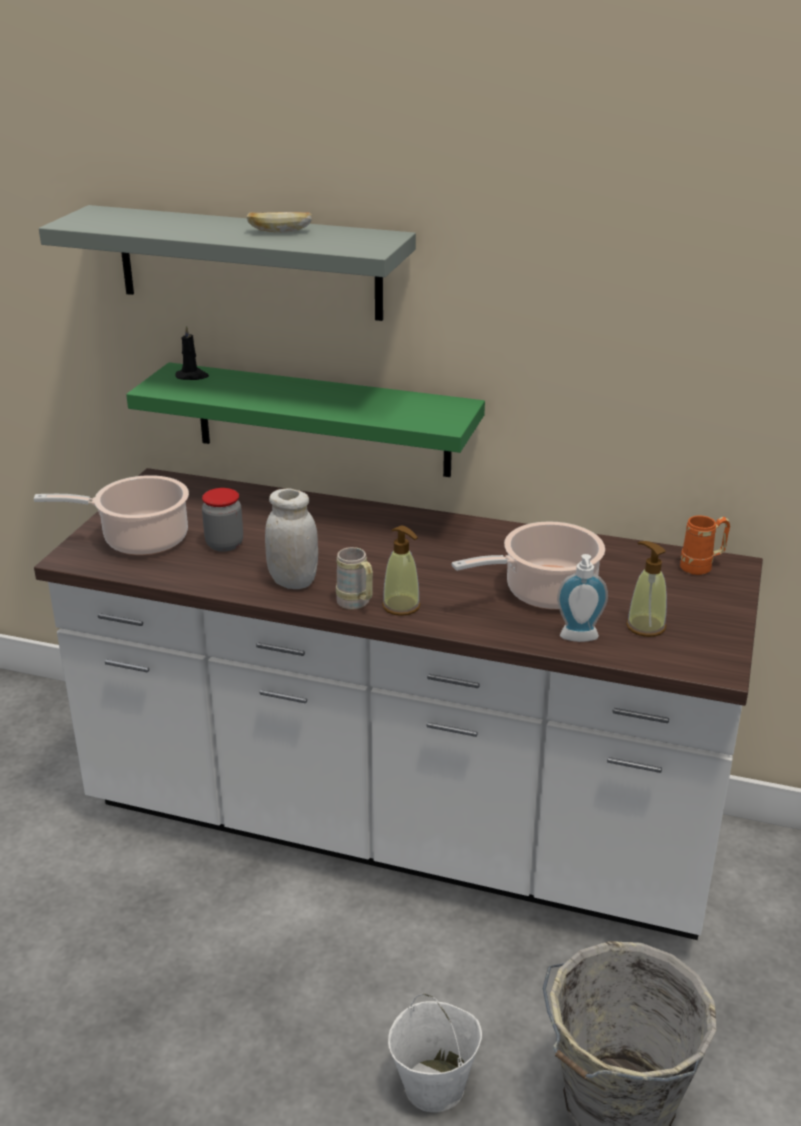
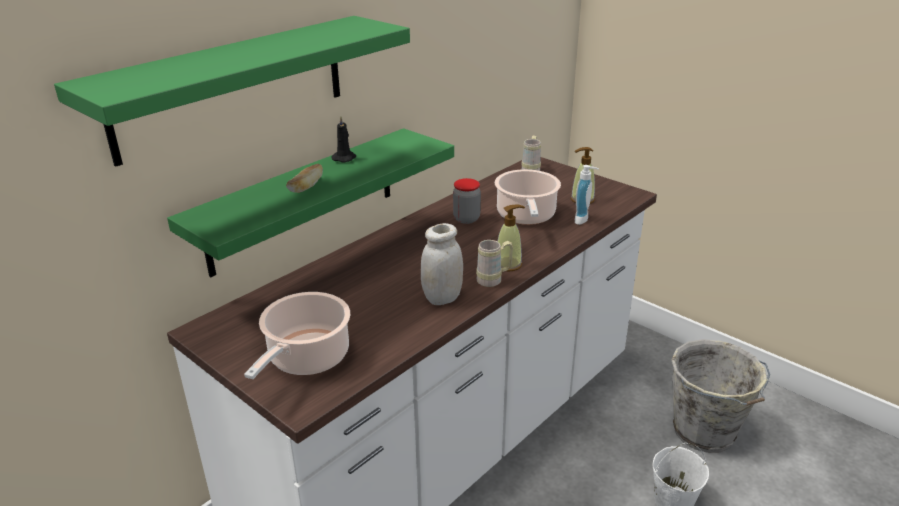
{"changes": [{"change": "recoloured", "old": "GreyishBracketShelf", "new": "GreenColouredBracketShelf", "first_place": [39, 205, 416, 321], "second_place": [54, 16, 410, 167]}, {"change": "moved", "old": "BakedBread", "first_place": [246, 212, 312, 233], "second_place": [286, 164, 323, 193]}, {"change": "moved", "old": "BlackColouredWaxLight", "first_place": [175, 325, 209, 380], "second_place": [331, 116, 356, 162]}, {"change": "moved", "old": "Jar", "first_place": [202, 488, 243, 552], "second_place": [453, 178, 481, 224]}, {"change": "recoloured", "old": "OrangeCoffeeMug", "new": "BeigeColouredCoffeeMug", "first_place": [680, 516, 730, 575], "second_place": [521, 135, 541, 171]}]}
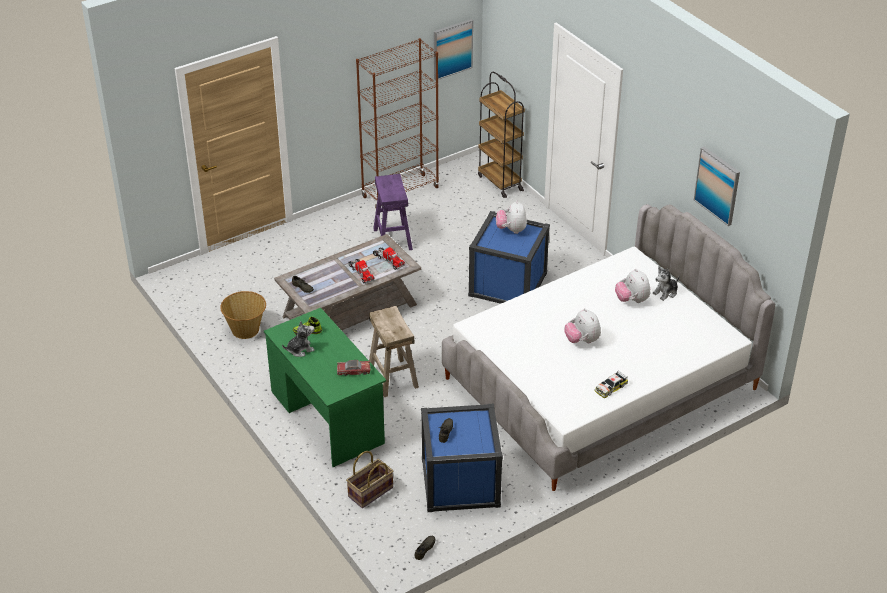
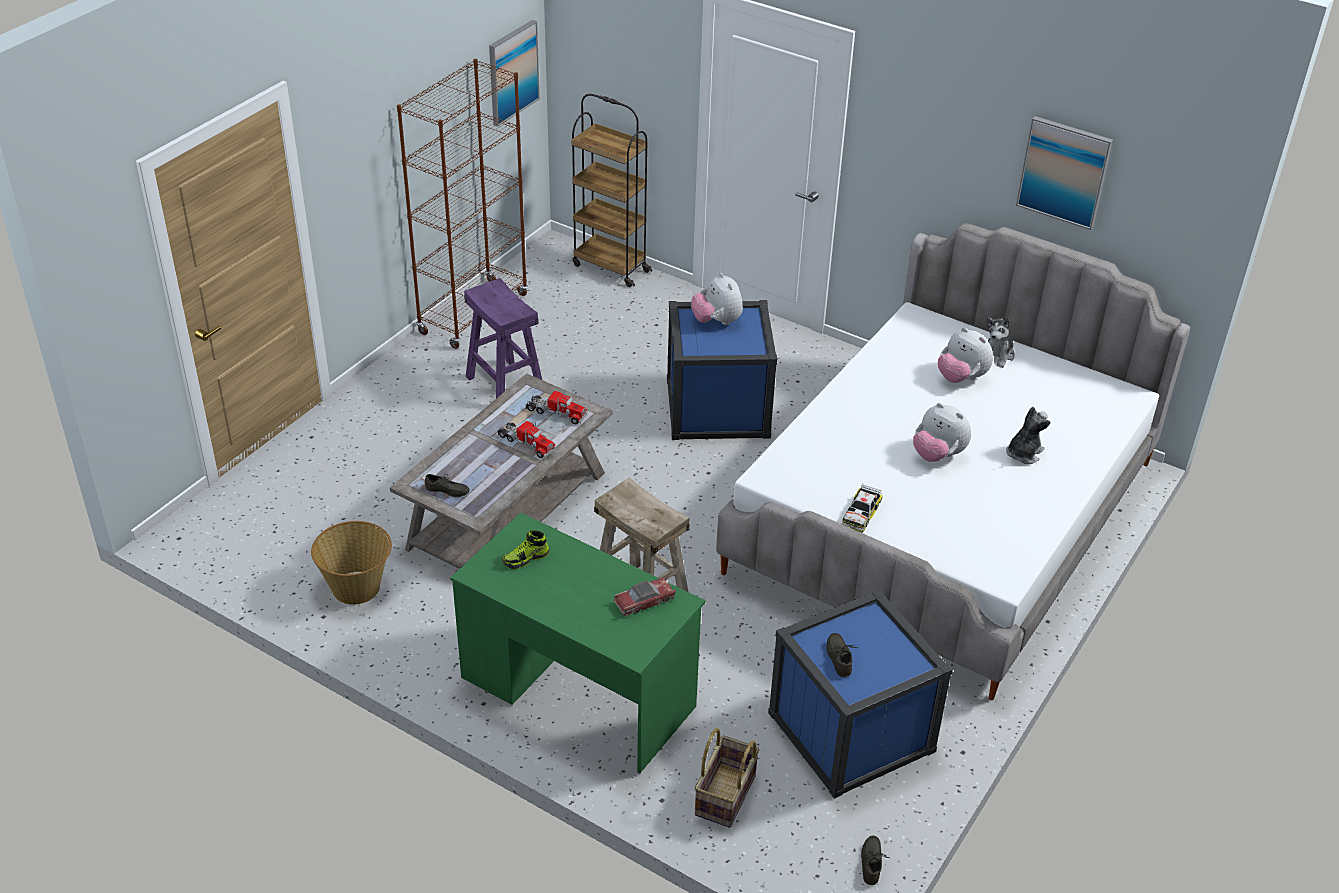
{"changes": [{"change": "moved", "old": "PlushToy", "first_place": [282, 321, 315, 357], "second_place": [1006, 407, 1050, 464]}, {"change": "moved", "old": "MiniatureCar", "first_place": [595, 370, 628, 398], "second_place": [842, 484, 883, 533]}]}
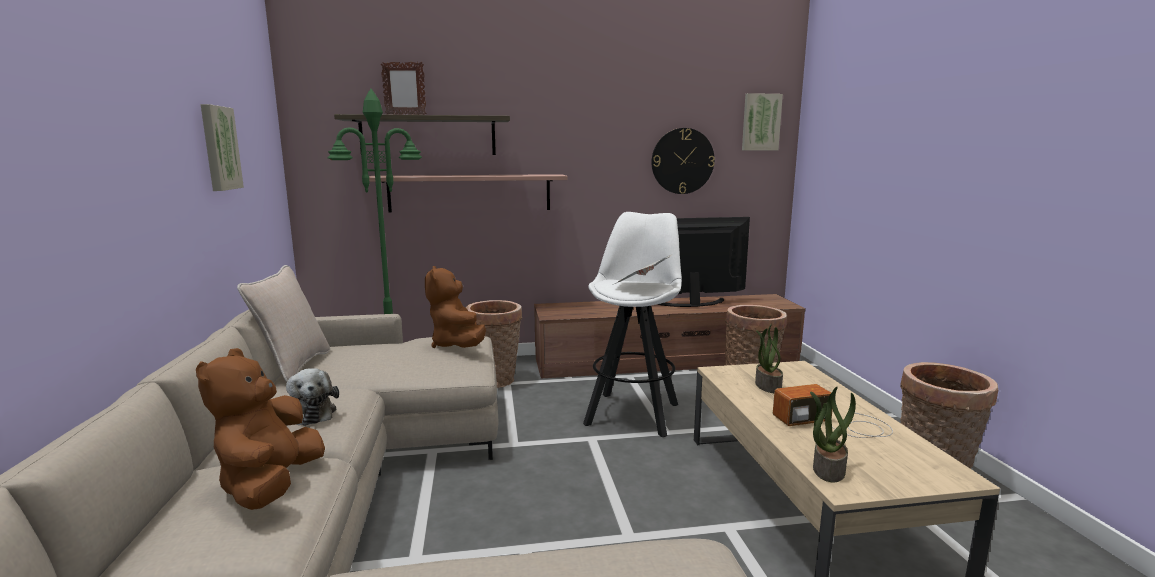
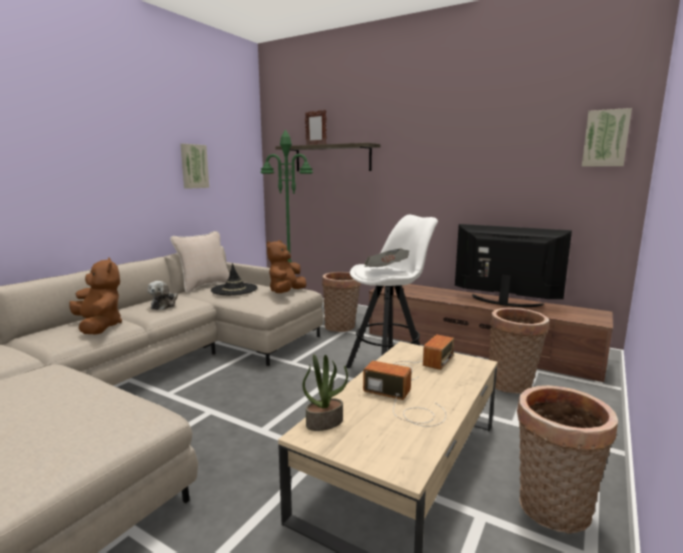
{"changes": [{"change": "removed", "old": "ClockOnTheWall", "first_place": [652, 128, 715, 194]}, {"change": "removed", "old": "BracketShelf", "first_place": [369, 174, 568, 212]}, {"change": "replaced", "old": "PlantInAPot", "new": "RadioReceiver", "first_place": [755, 323, 783, 393], "second_place": [393, 334, 454, 380]}, {"change": "turned", "old": "BrownishPlushToy", "first_place": [196, 348, 325, 510], "second_place": [69, 257, 122, 334], "degrees": 105}, {"change": "added", "new": "BlackColouredHat", "second_place": [211, 263, 257, 295]}]}
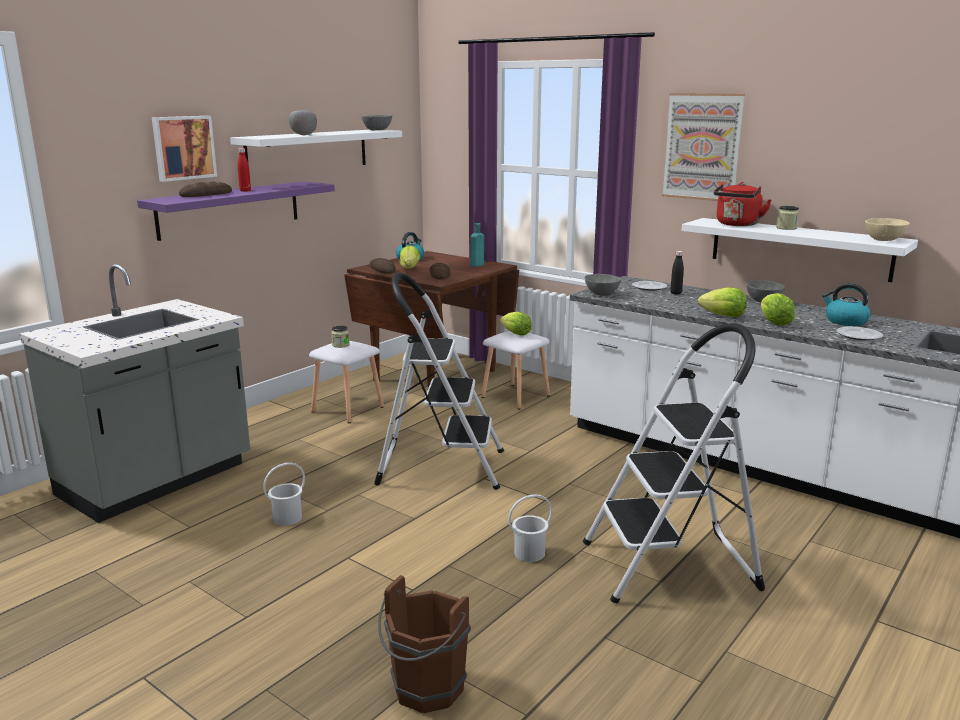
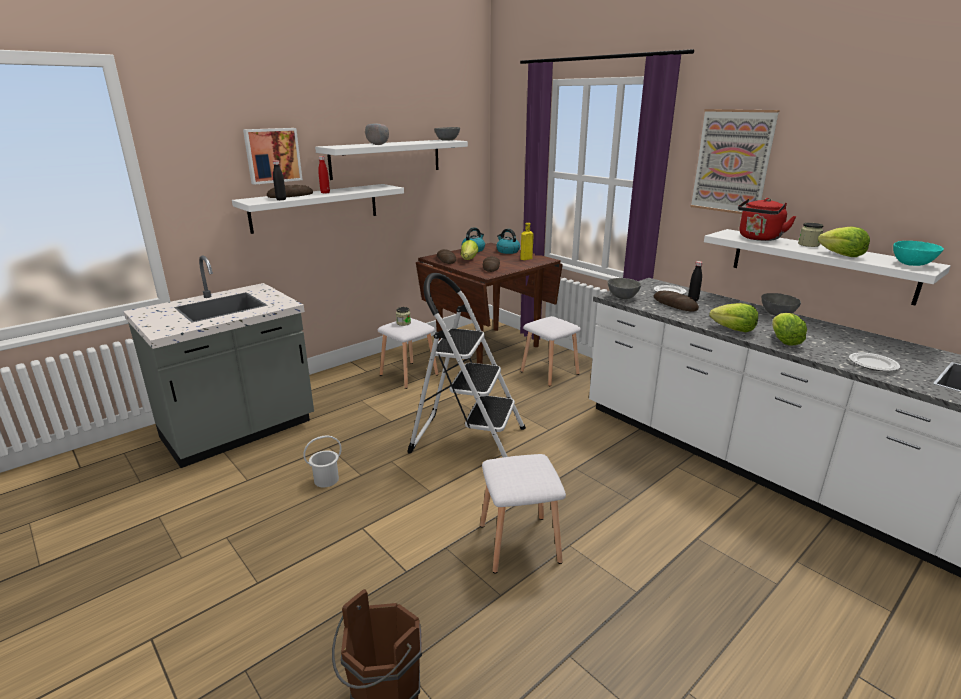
{"changes": [{"change": "recoloured", "old": "PurpleBracketShelf", "new": "WhiteBracketShelf", "first_place": [137, 181, 335, 241], "second_place": [232, 184, 404, 234]}, {"change": "recoloured", "old": "BeigeColouredBowl", "new": "TurquoiseColouredBowl", "first_place": [865, 218, 909, 241], "second_place": [893, 241, 944, 266]}, {"change": "recoloured", "old": "TurquoiseColouredBottle", "new": "YellowishBottle", "first_place": [470, 223, 484, 267], "second_place": [520, 223, 533, 260]}, {"change": "moved", "old": "TeaKettle", "first_place": [822, 283, 871, 326], "second_place": [496, 229, 520, 254]}, {"change": "moved", "old": "Lettuce", "first_place": [500, 312, 532, 335], "second_place": [818, 226, 870, 257]}, {"change": "removed", "old": "Stepladder", "first_place": [583, 323, 765, 603]}, {"change": "replaced", "old": "WhiteWaterBucket", "new": "WhiteStool", "first_place": [508, 494, 552, 562], "second_place": [480, 454, 566, 574]}, {"change": "added", "new": "BlackColouredBottle", "second_place": [273, 160, 286, 200]}, {"change": "added", "new": "BakedBread", "second_place": [653, 291, 699, 312]}]}
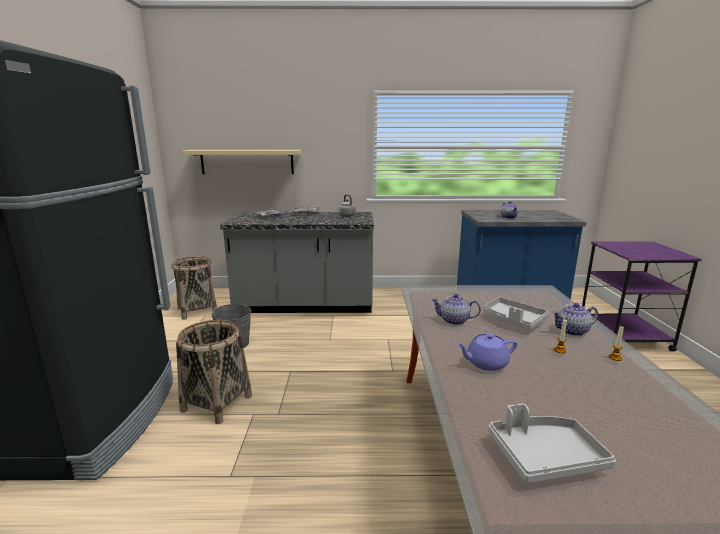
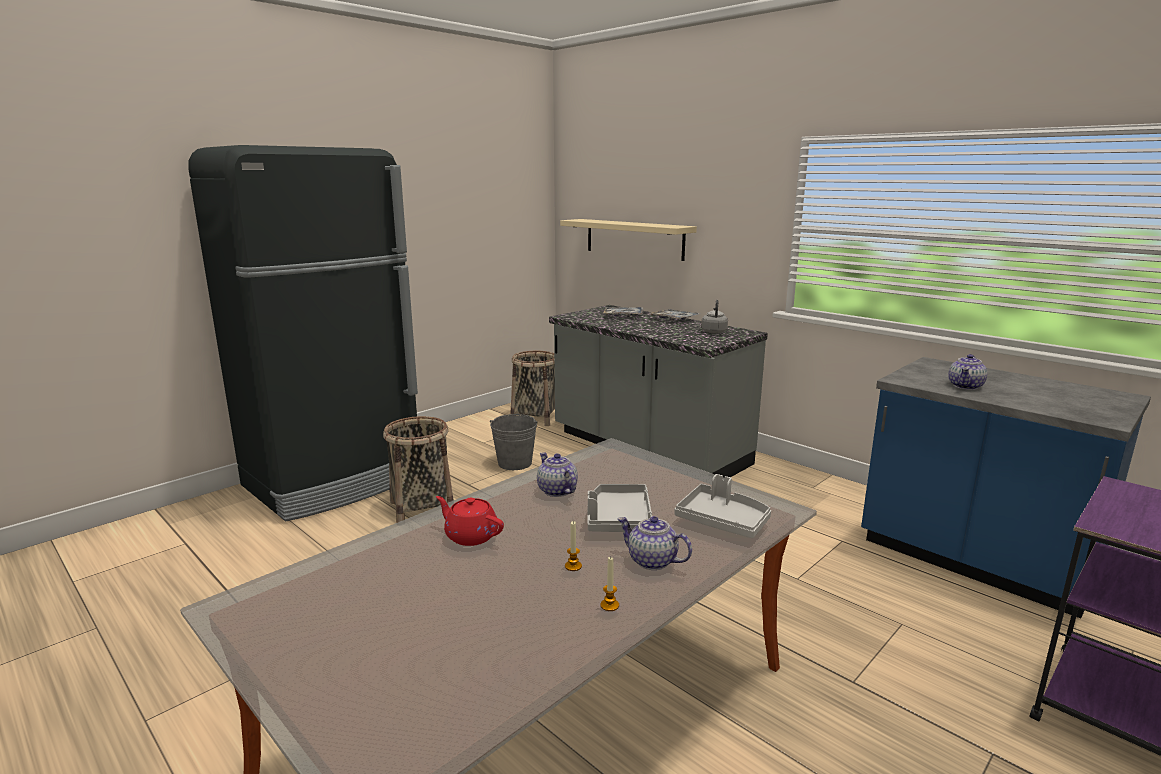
{"changes": [{"change": "recoloured", "old": "PurplePotForTea", "new": "RedColouredPotForTea", "first_place": [457, 333, 517, 371], "second_place": [436, 496, 504, 546]}, {"change": "moved", "old": "GreyishCarryingTray", "first_place": [488, 403, 616, 483], "second_place": [675, 474, 771, 538]}]}
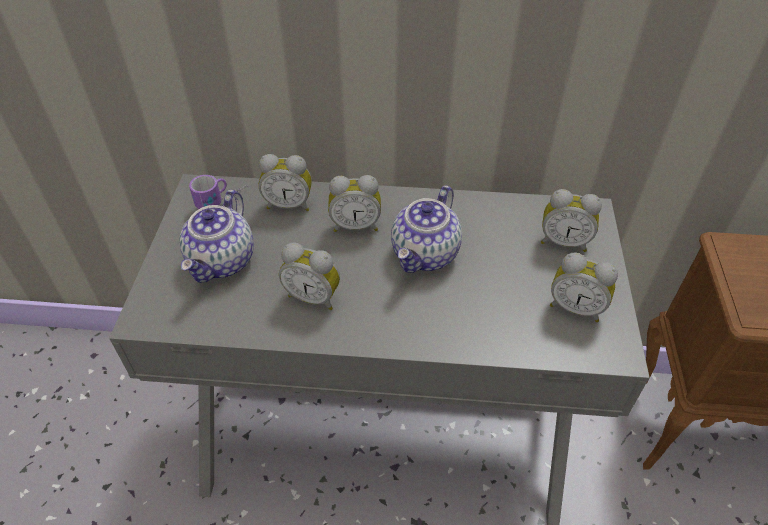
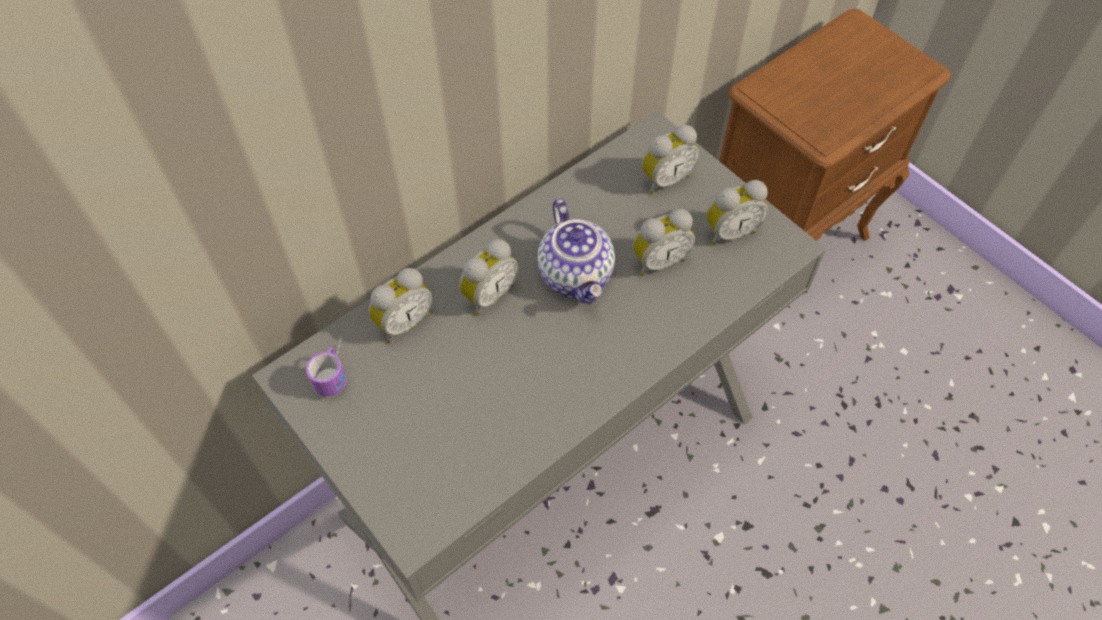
{"changes": [{"change": "removed", "old": "PotForTea", "first_place": [179, 190, 254, 283]}, {"change": "moved", "old": "AlarmClock", "first_place": [279, 242, 340, 310], "second_place": [633, 209, 695, 276]}]}
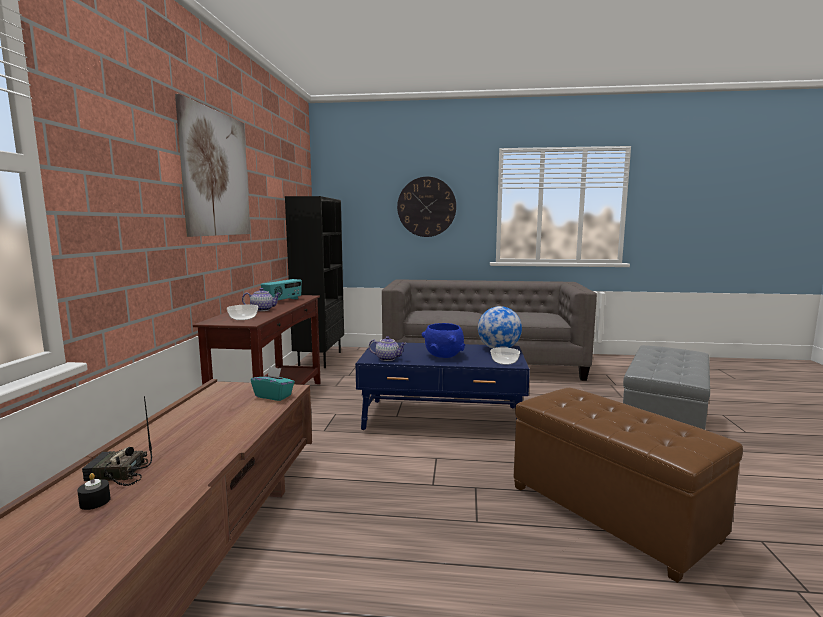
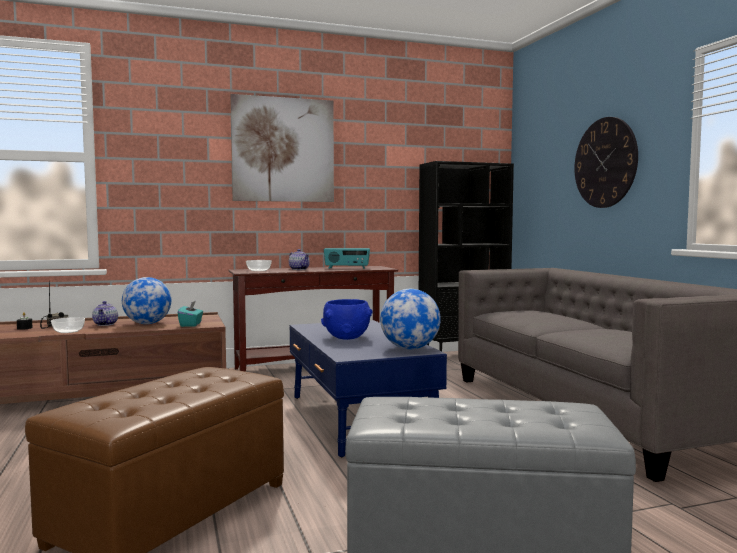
{"changes": [{"change": "moved", "old": "PotForTea", "first_place": [369, 336, 407, 361], "second_place": [92, 301, 118, 326]}, {"change": "moved", "old": "Bowl", "first_place": [490, 347, 520, 365], "second_place": [51, 317, 85, 333]}, {"change": "added", "new": "DeskGlobe", "second_place": [122, 277, 171, 324]}]}
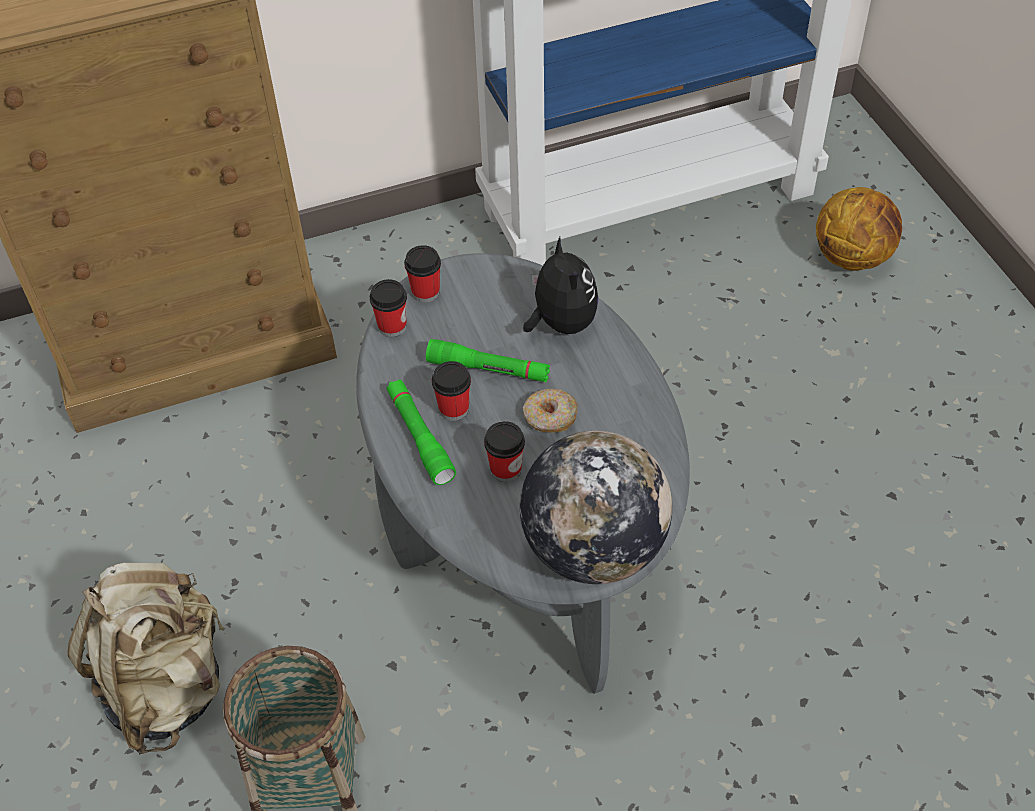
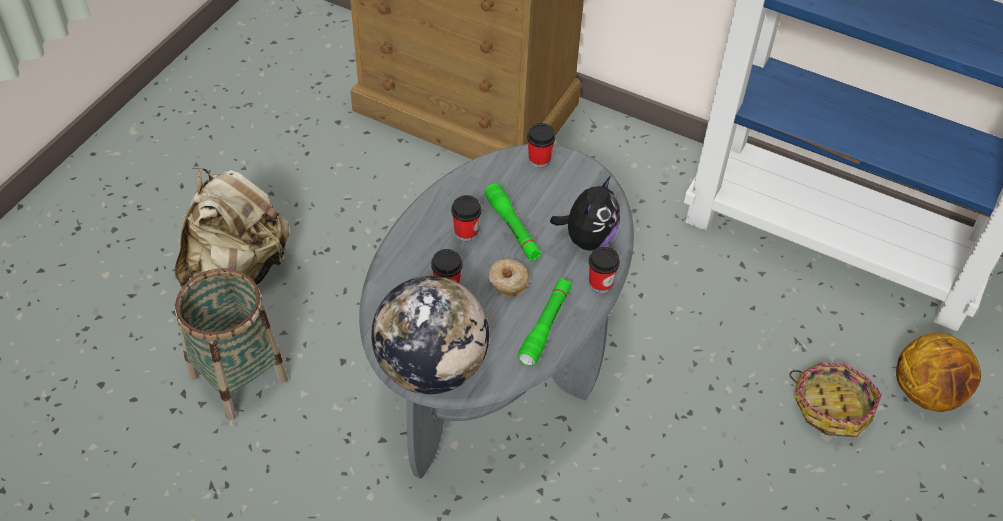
{"changes": [{"change": "moved", "old": "DrinkingCup", "first_place": [370, 279, 407, 337], "second_place": [589, 246, 620, 293]}, {"change": "moved", "old": "GreenColouredTorch", "first_place": [387, 379, 456, 485], "second_place": [518, 278, 572, 366]}, {"change": "added", "new": "Basket", "second_place": [789, 362, 882, 438]}]}
